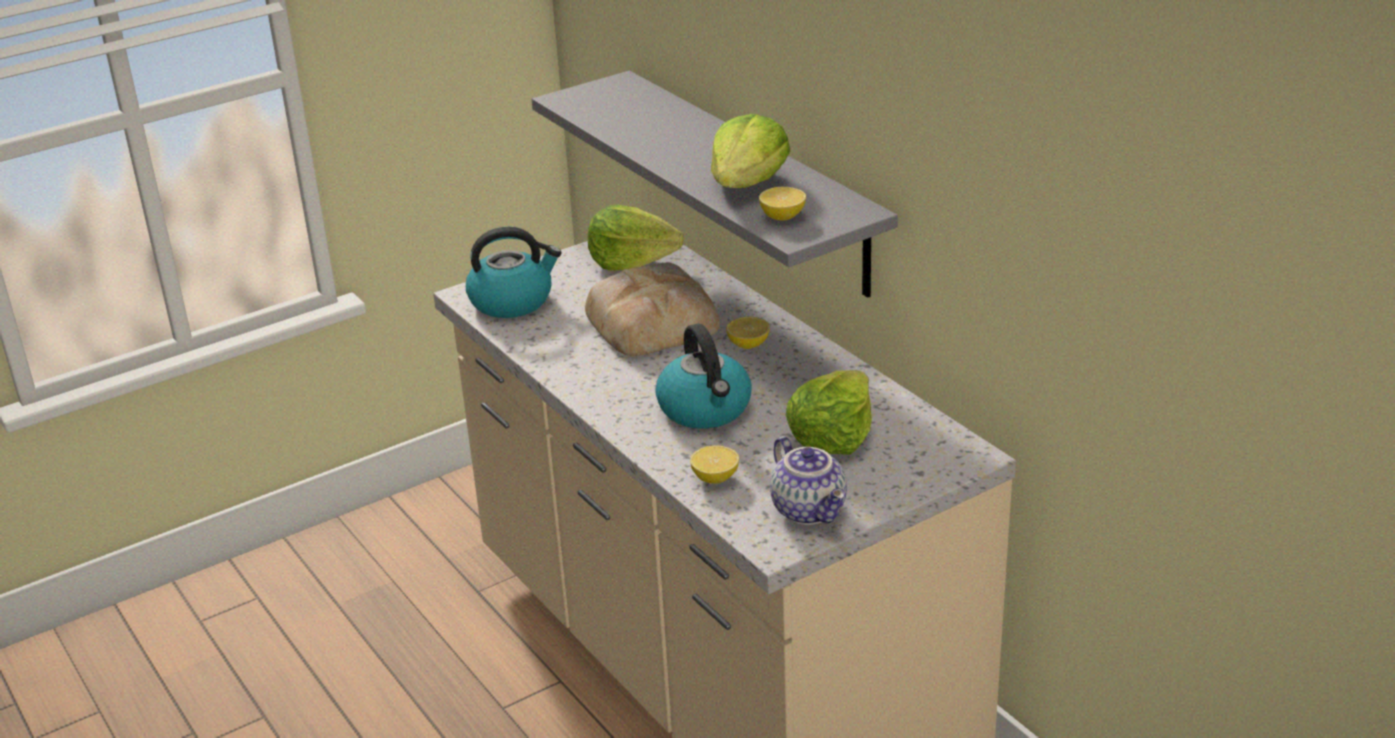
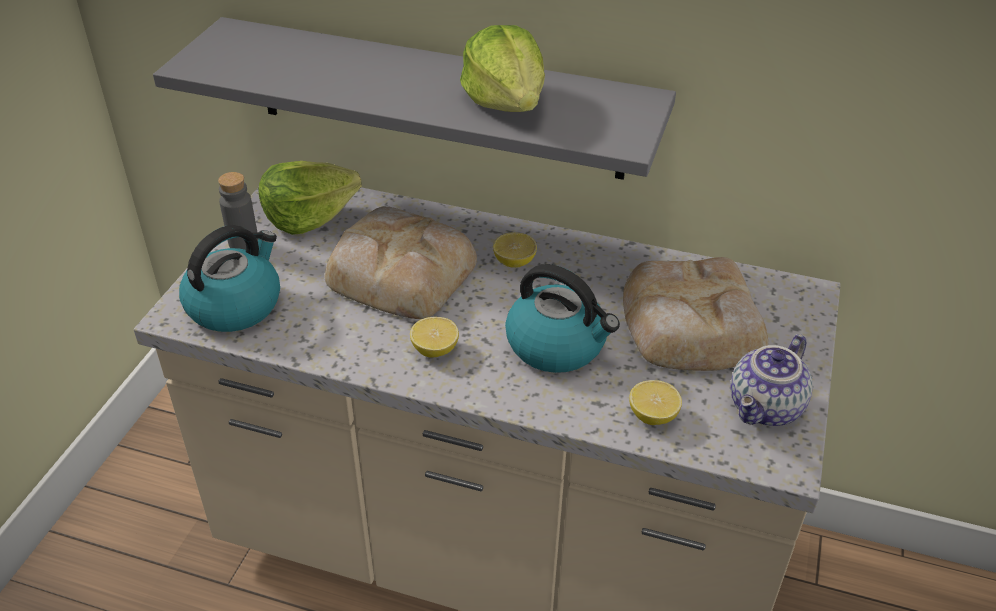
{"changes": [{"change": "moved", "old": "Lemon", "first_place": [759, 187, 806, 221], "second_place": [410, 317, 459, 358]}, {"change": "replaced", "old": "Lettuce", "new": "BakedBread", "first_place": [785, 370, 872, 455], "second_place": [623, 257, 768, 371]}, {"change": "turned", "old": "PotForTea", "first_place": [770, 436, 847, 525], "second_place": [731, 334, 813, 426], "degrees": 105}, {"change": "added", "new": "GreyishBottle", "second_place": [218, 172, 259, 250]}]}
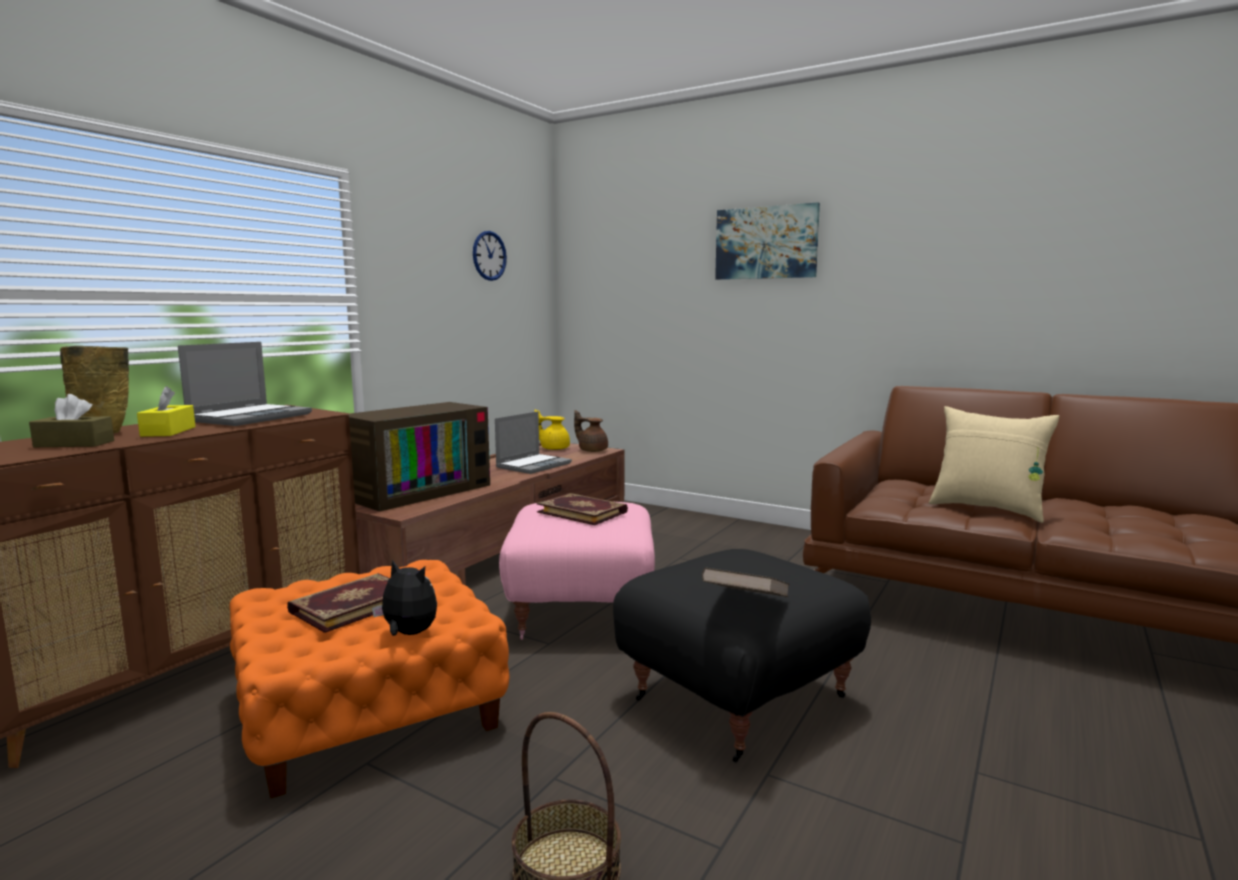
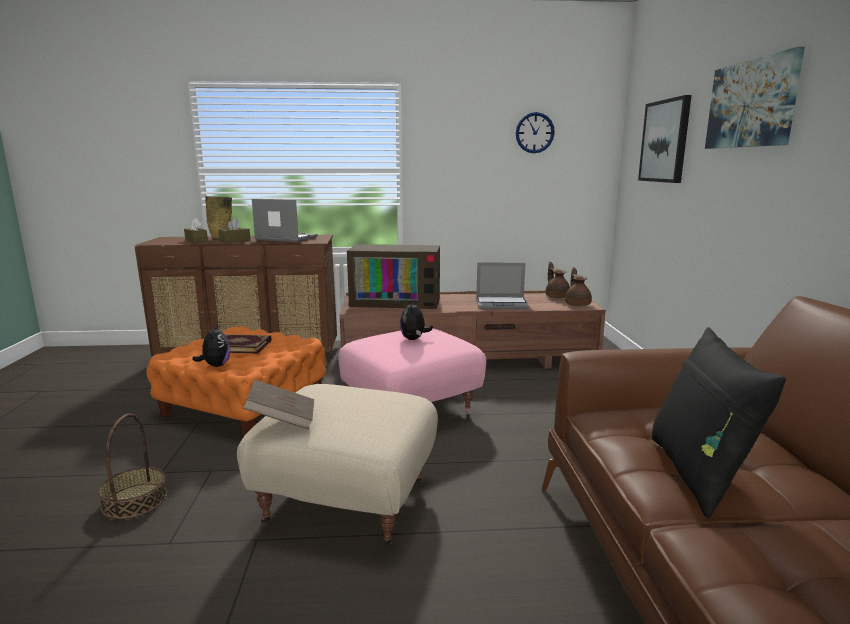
{"changes": [{"change": "turned", "old": "PortableComputer", "first_place": [178, 342, 312, 426], "second_place": [252, 199, 318, 242], "degrees": -150}, {"change": "recoloured", "old": "YellowishTissueHolder", "new": "BrownishTissueHolder", "first_place": [137, 386, 195, 437], "second_place": [218, 218, 250, 243]}, {"change": "recoloured", "old": "BeigeColouredCushion", "new": "BlackColouredCushion", "first_place": [929, 406, 1059, 523], "second_place": [652, 327, 786, 518]}, {"change": "recoloured", "old": "YellowishPotForTea", "new": "BrownishPotForTea", "first_place": [534, 410, 570, 450], "second_place": [546, 262, 570, 298]}, {"change": "replaced", "old": "Book", "new": "PlushToy", "first_place": [537, 493, 628, 525], "second_place": [400, 301, 433, 340]}, {"change": "recoloured", "old": "BlackColouredFootrest", "new": "BeigeColouredFootrest", "first_place": [613, 549, 871, 763], "second_place": [237, 384, 438, 548]}, {"change": "added", "new": "Picture", "second_place": [638, 95, 692, 183]}]}
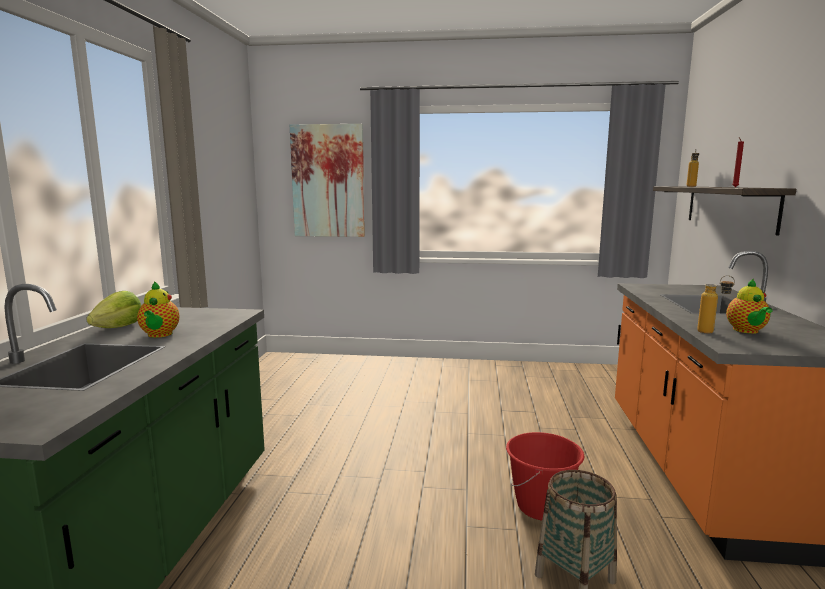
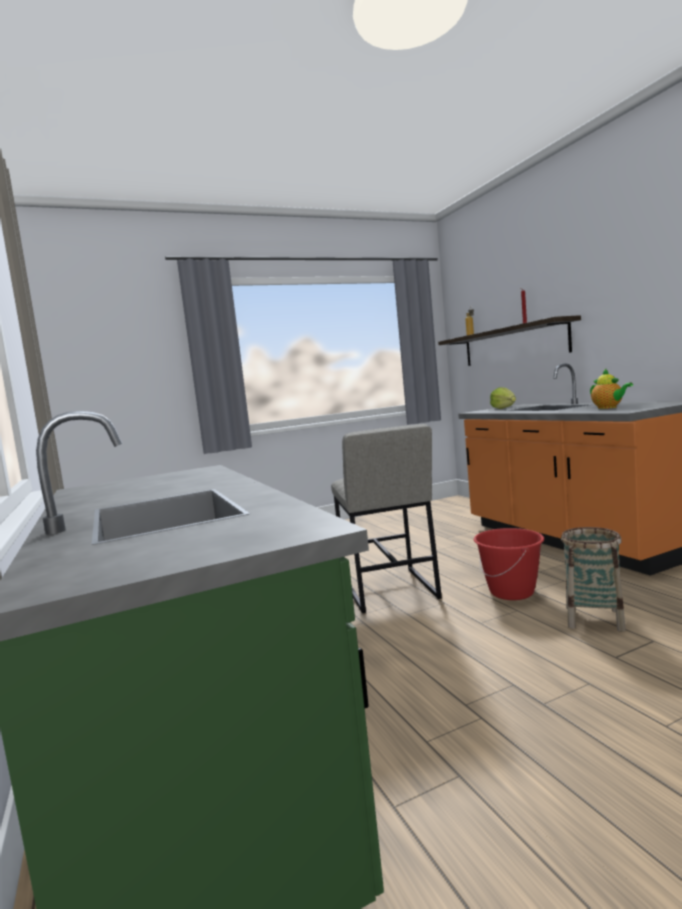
{"changes": [{"change": "removed", "old": "Picture", "first_place": [290, 124, 365, 237]}, {"change": "removed", "old": "Bottle", "first_place": [697, 275, 735, 333]}, {"change": "removed", "old": "PotForTea", "first_place": [137, 281, 179, 338]}, {"change": "moved", "old": "Lettuce", "first_place": [86, 291, 142, 328], "second_place": [490, 387, 516, 409]}, {"change": "added", "new": "GreyishUprightChair", "second_place": [331, 424, 442, 613]}]}
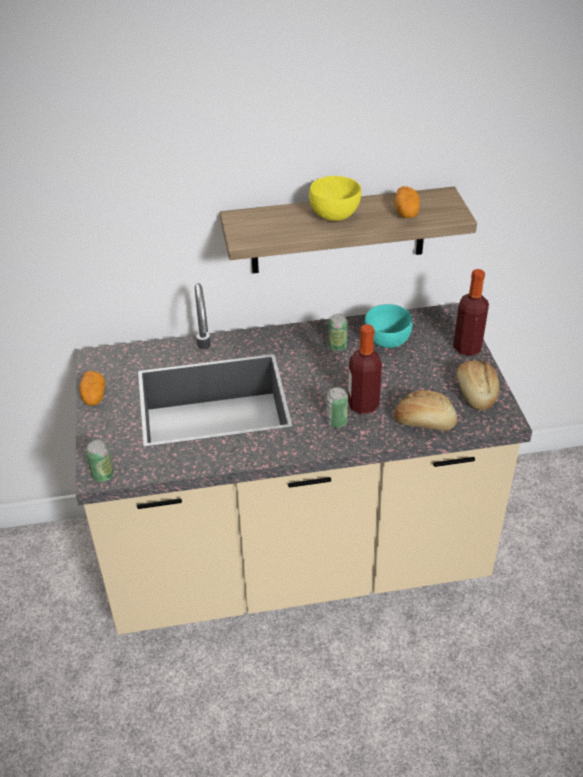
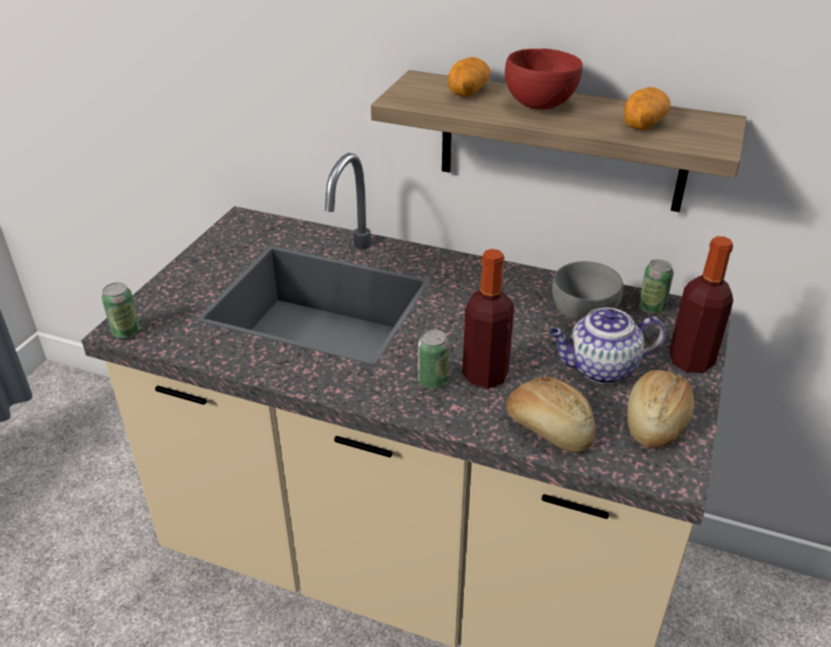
{"changes": [{"change": "recoloured", "old": "YellowishBowl", "new": "RedColouredBowl", "first_place": [309, 176, 361, 221], "second_place": [505, 48, 583, 110]}, {"change": "recoloured", "old": "TurquoiseColouredBowl", "new": "GreyishBowl", "first_place": [365, 304, 412, 348], "second_place": [552, 261, 623, 322]}, {"change": "moved", "old": "Can", "first_place": [328, 313, 348, 351], "second_place": [639, 259, 674, 314]}, {"change": "moved", "old": "Potato", "first_place": [79, 371, 105, 406], "second_place": [448, 57, 491, 97]}, {"change": "added", "new": "PotForTea", "second_place": [549, 308, 665, 384]}]}
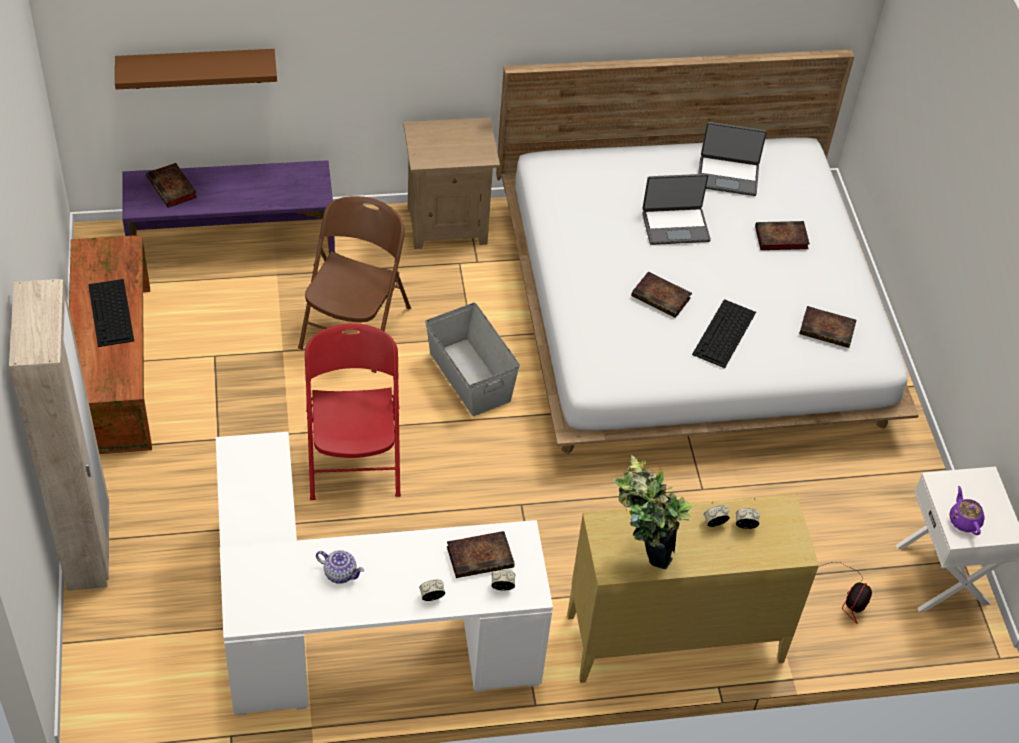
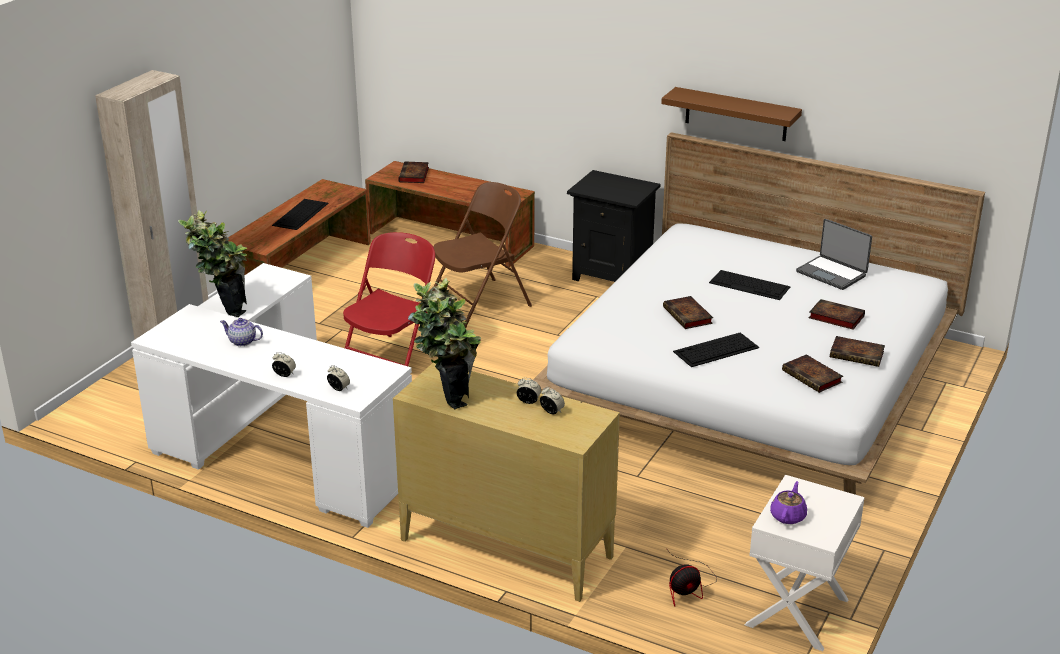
{"changes": [{"change": "moved", "old": "BrownishBracketShelf", "first_place": [115, 49, 277, 90], "second_place": [661, 87, 802, 141]}, {"change": "recoloured", "old": "BeigeColouredNightTable", "new": "BlackColouredNightTable", "first_place": [403, 118, 500, 249], "second_place": [567, 170, 661, 282]}, {"change": "recoloured", "old": "PurpleLongSeat", "new": "BrownishLongSeat", "first_place": [122, 160, 335, 254], "second_place": [365, 161, 535, 267]}, {"change": "replaced", "old": "PortableComputer", "new": "PcKeyboard", "first_place": [642, 174, 711, 245], "second_place": [709, 270, 791, 300]}, {"change": "removed", "old": "GreyishStorageContainer", "first_place": [425, 303, 520, 416]}, {"change": "moved", "old": "Book", "first_place": [447, 531, 514, 578], "second_place": [830, 336, 885, 367]}, {"change": "turned", "old": "PotForTea", "first_place": [316, 550, 364, 584], "second_place": [220, 318, 263, 346], "degrees": 135}, {"change": "added", "new": "PlantInAPot", "second_place": [178, 210, 248, 317]}]}
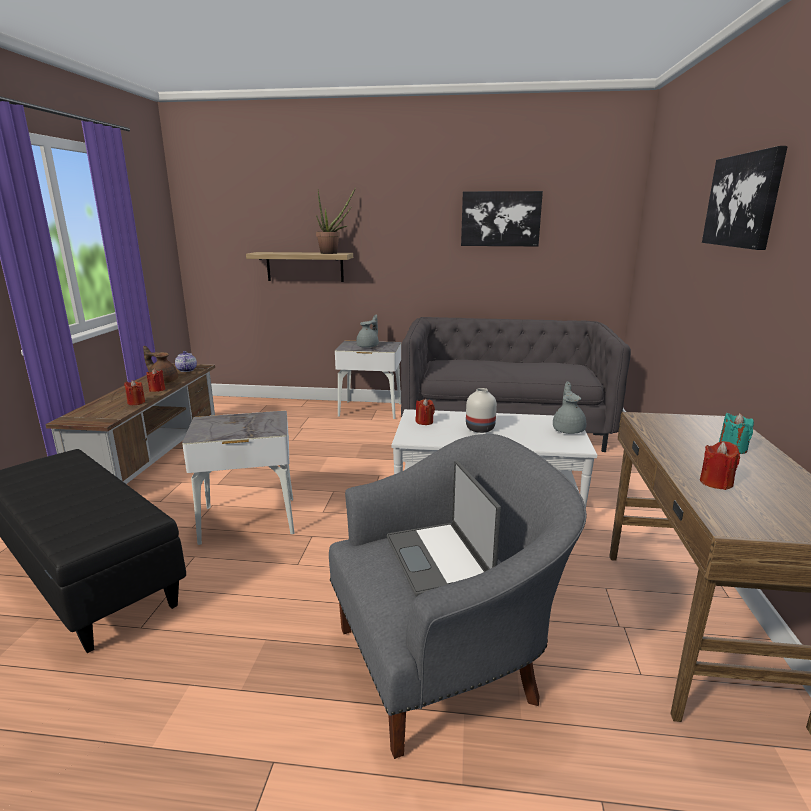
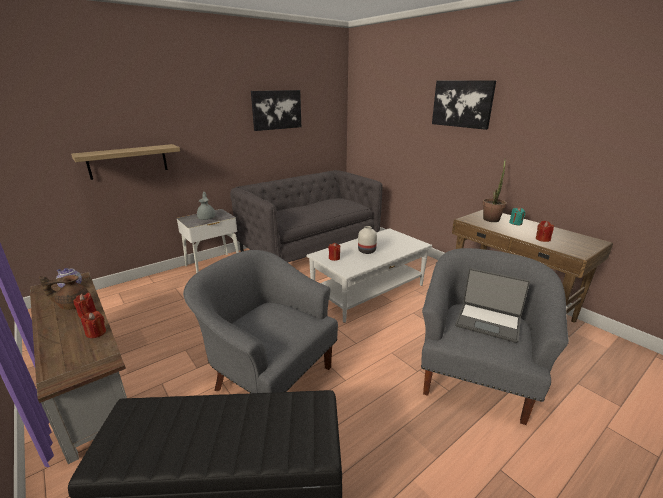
{"changes": [{"change": "moved", "old": "PlantInAPot", "first_place": [316, 189, 355, 254], "second_place": [482, 160, 507, 222]}, {"change": "removed", "old": "GreyishPotForTea", "first_place": [553, 382, 586, 434]}, {"change": "replaced", "old": "EndTable", "new": "GreyishArmchair", "first_place": [182, 411, 294, 545], "second_place": [183, 250, 338, 393]}]}
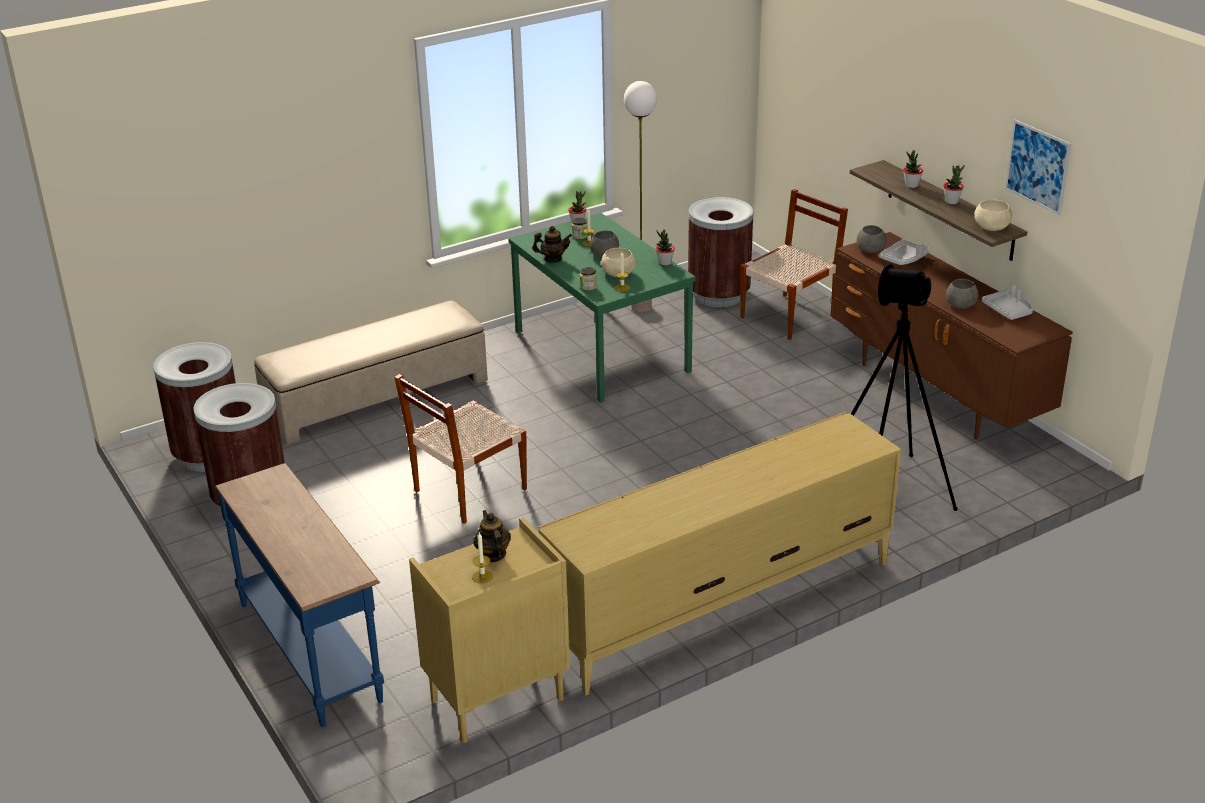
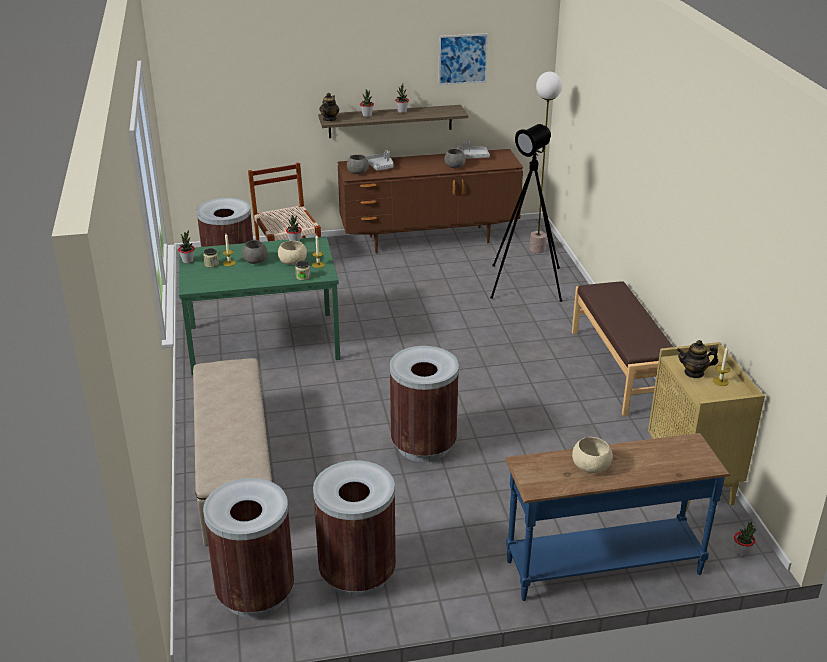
{"changes": [{"change": "moved", "old": "StandardLamp", "first_place": [624, 81, 657, 312], "second_place": [530, 72, 562, 253]}, {"change": "moved", "old": "BeigeColouredBowl", "first_place": [975, 200, 1012, 231], "second_place": [572, 437, 613, 473]}, {"change": "moved", "old": "PotForTea", "first_place": [532, 226, 572, 262], "second_place": [319, 93, 339, 121]}, {"change": "replaced", "old": "UprightChair", "new": "BrownishRubbishBin", "first_place": [394, 374, 527, 524], "second_place": [390, 346, 459, 462]}, {"change": "replaced", "old": "BeigeColouredCabinet", "new": "BrownishLongSeat", "first_place": [538, 412, 901, 696], "second_place": [572, 281, 673, 416]}, {"change": "added", "new": "PlantInAPot", "second_place": [734, 521, 756, 556]}]}
